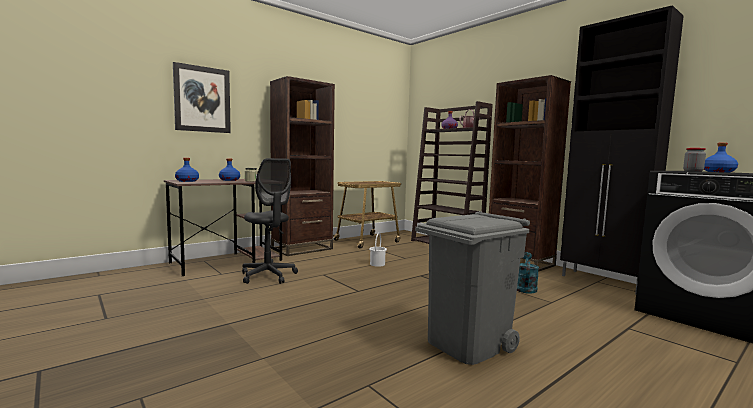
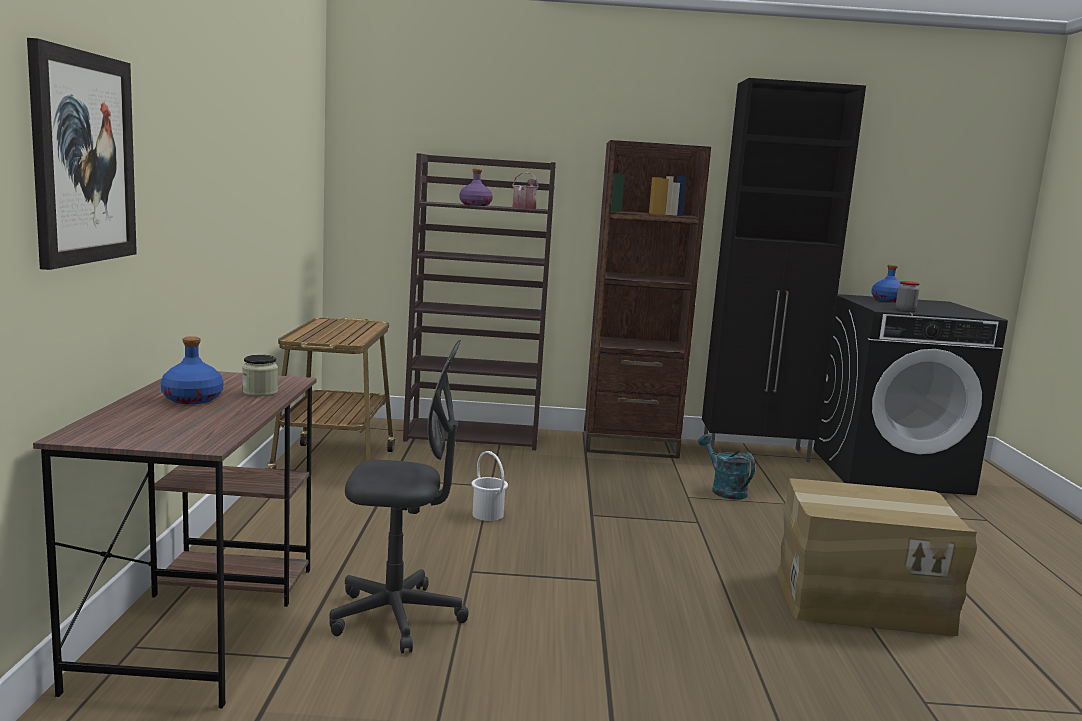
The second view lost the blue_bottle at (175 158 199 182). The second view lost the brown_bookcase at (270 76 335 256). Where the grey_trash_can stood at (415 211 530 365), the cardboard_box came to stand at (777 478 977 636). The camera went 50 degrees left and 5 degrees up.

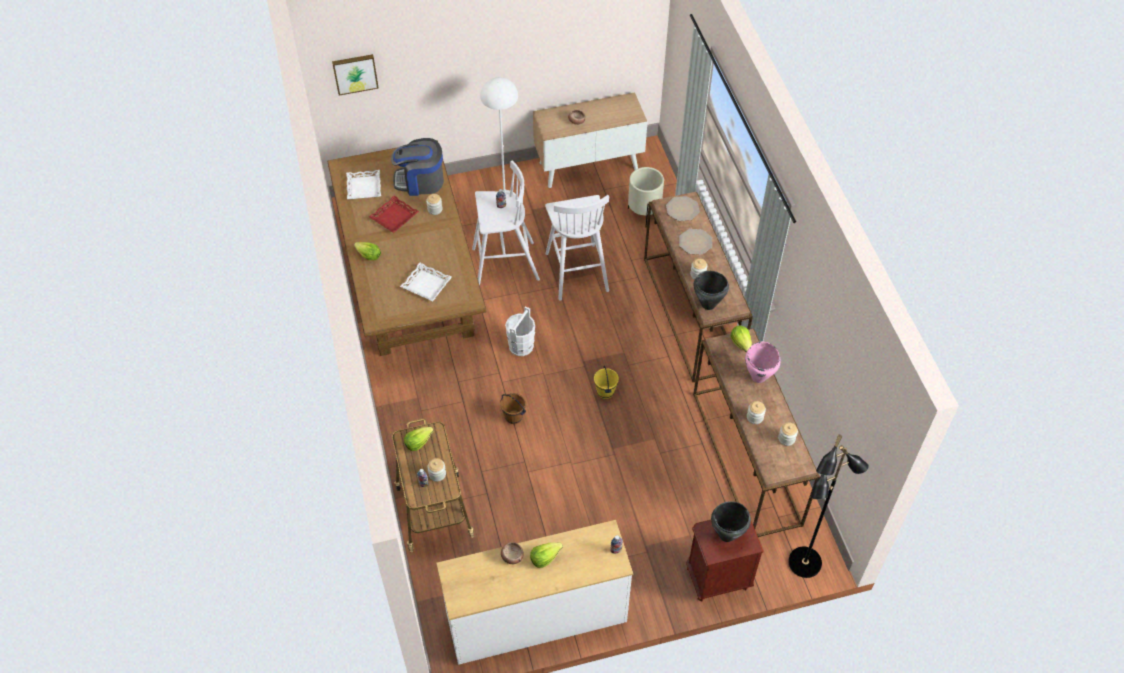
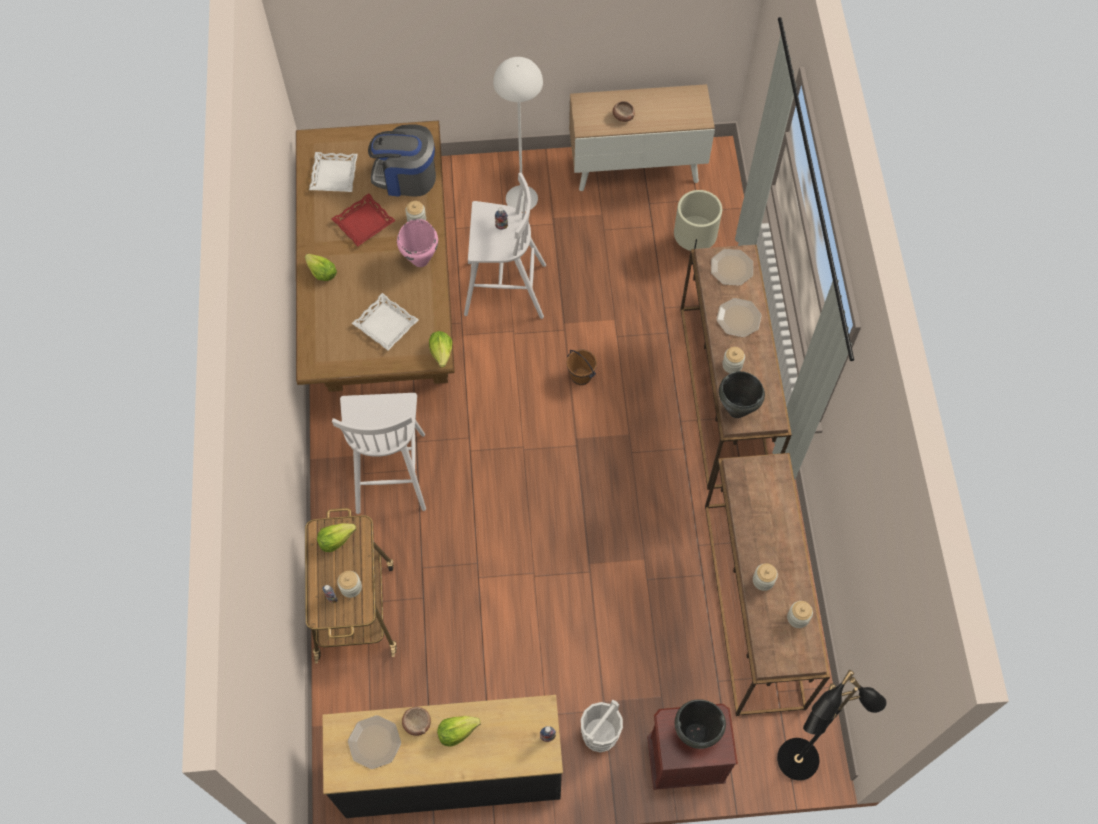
The second view lost the picture at (332 54 379 96). What was the white_dresser at (436 520 633 665) turned into the black_dresser at (323 695 563 818). The brown_bucket ended up elsewhere, having gone from (500 393 526 424) to (567 349 597 385). The white_bucket ended up elsewhere, having gone from (505 306 535 356) to (581 699 623 753). The white_stool ended up elsewhere, having gone from (545 195 609 301) to (332 393 426 514). The second view lost the yellow_bucket at (594 366 619 399). The lettuce ended up elsewhere, having gone from (730 326 752 352) to (429 331 452 368). The pink_cooking_pot ended up elsewhere, having gone from (745 341 781 383) to (397 219 438 267). The second view gained the plate at (348 715 401 769). The camera went 10 degrees right and 10 degrees up.

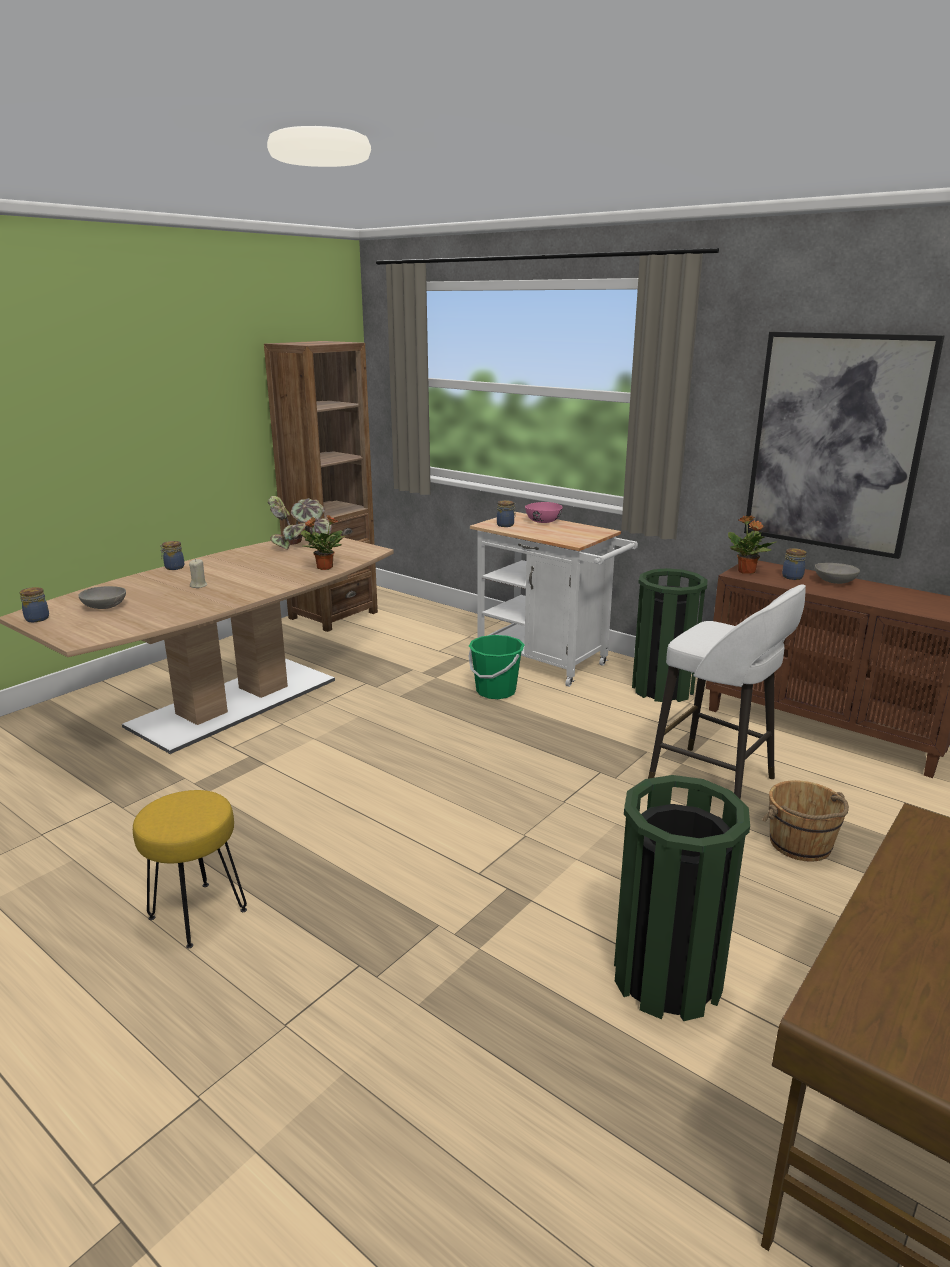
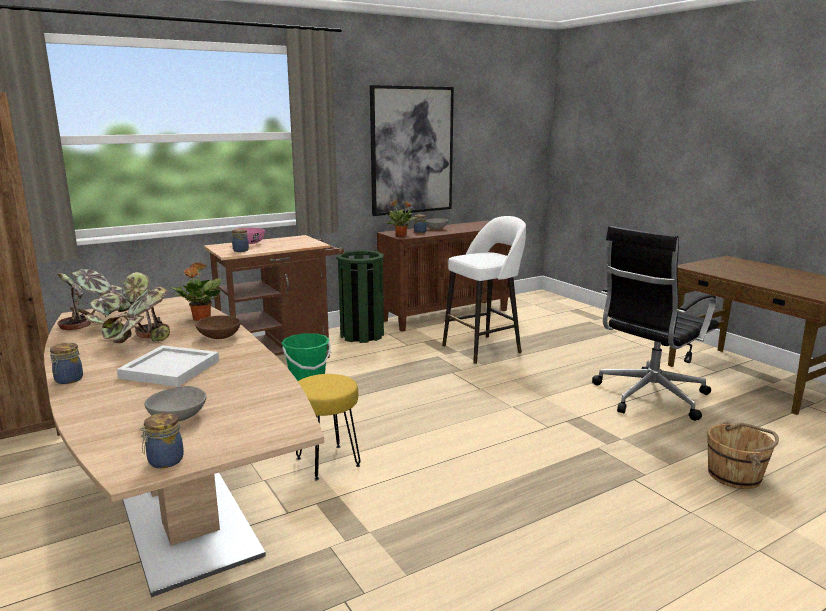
The yellow_stool ended up elsewhere, having gone from (133 790 247 948) to (296 374 360 480). Where the beige_candle stood at (189 559 207 588), the white_tray came to stand at (117 345 219 387). What was the white_cart at (470 512 638 687) turned into the brown_cart at (204 235 344 358). Where the green_trash_can stood at (614 775 750 1021), the black_office_chair came to stand at (592 226 719 421). The brown_bucket ended up elsewhere, having gone from (762 780 849 862) to (707 422 779 489). The second view gained the potted_plant at (101 272 170 343). The second view gained the brown_bowl at (195 316 241 339). The camera went 70 degrees left and 5 degrees down.

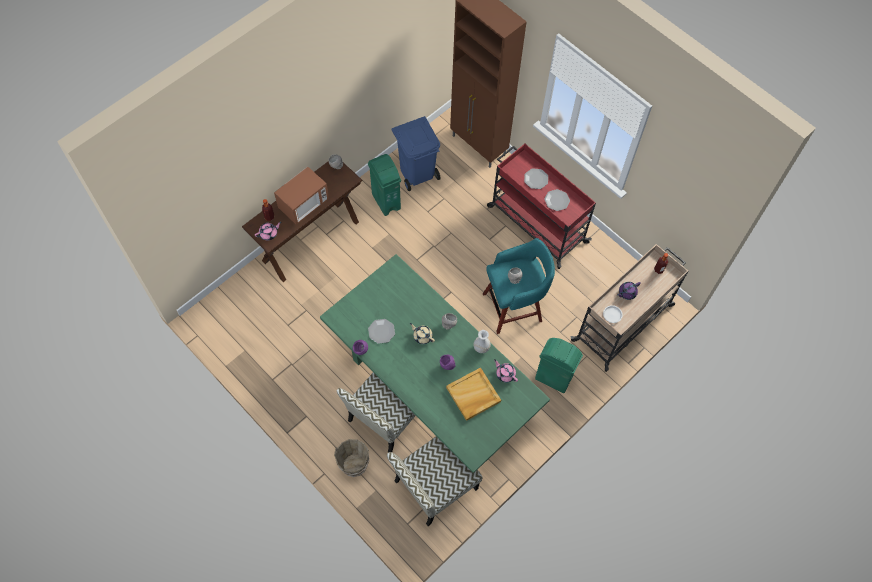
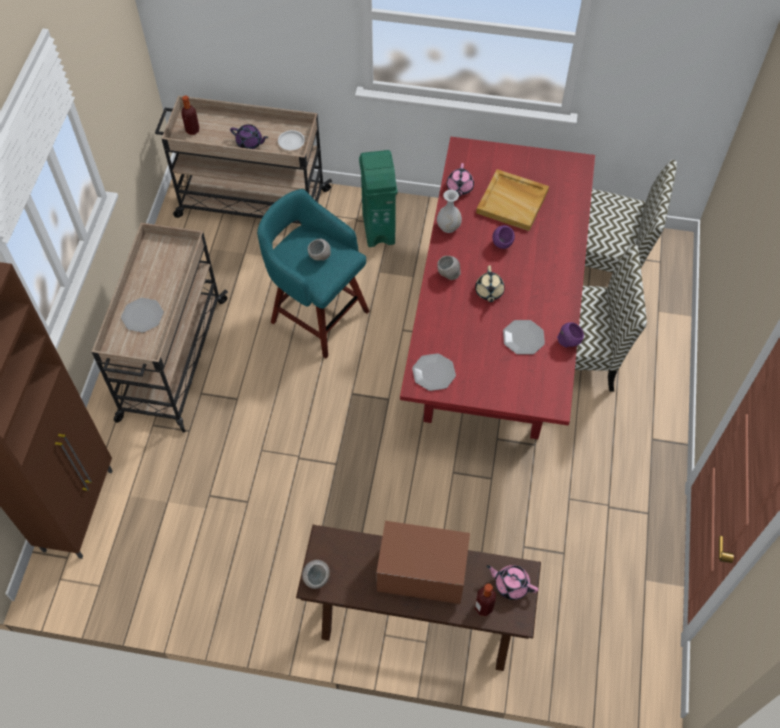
What was the green_dining_table at (320 254 550 473) turned into the red_dining_table at (400 137 595 439). The second view lost the brown_bucket at (334 439 369 477). The second view lost the green_trash_can at (368 154 401 216). The second view lost the blue_trash_can at (392 116 441 191). What was the red_cart at (487 144 596 269) turned into the beige_cart at (92 223 228 432). The plate ended up elsewhere, having gone from (544 189 570 211) to (412 353 456 391). The camera went 125 degrees left and 5 degrees down.

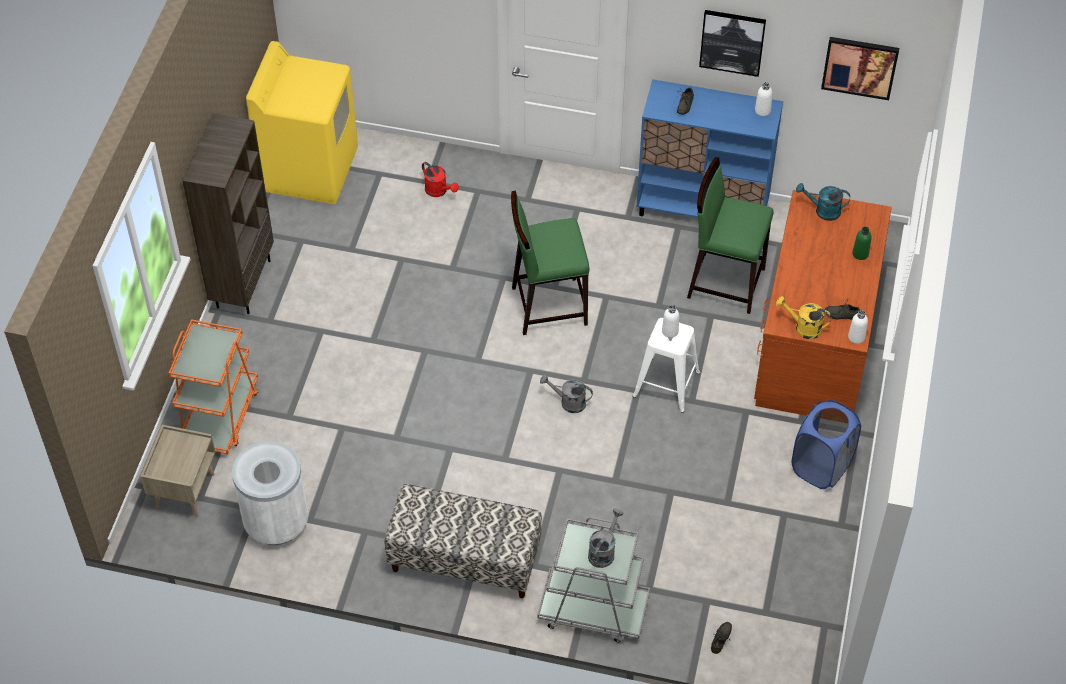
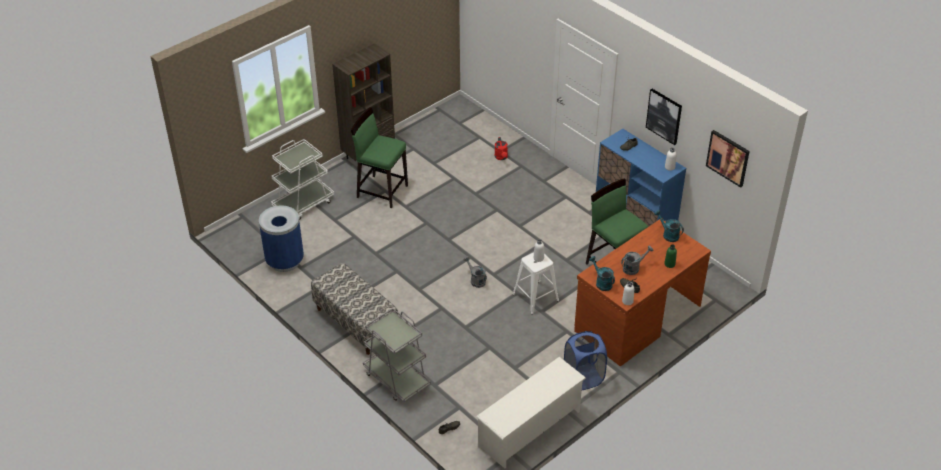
The second view lost the beige_nightstand at (140 425 215 517). What was the orange_cart at (169 319 258 454) turned into the white_cart at (271 139 334 220). What was the white_trash_can at (232 441 309 545) turned into the blue_trash_can at (259 205 304 272). The second view lost the yellow_washing_machine at (246 41 358 204). The green_stool ended up elsewhere, having gone from (511 191 590 335) to (351 107 408 208). The grey_watering_can ended up elsewhere, having gone from (588 508 624 568) to (621 246 654 275). What was the yellow_watering_can at (776 296 831 339) turned into the turquoise_watering_can at (589 256 615 291). The second view gained the white_shoe_rack at (476 357 586 469). The camera went 35 degrees right and 10 degrees down.

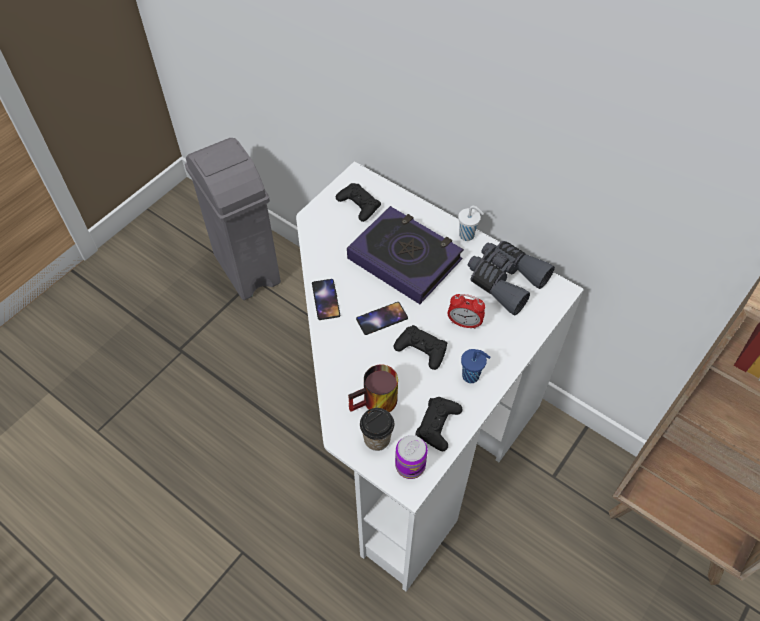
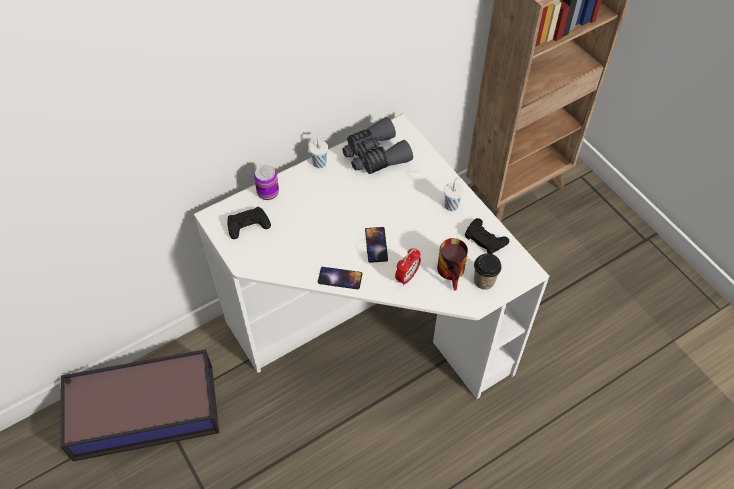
Where the grey_trash_can stood at (185 138 281 300), the storage_box came to stand at (60 349 219 461). The second view lost the book at (347 206 464 304). The second view lost the black_game_controller at (393 325 447 370). The can ended up elsewhere, having gone from (395 435 428 479) to (254 165 279 200). The alarm_clock ended up elsewhere, having gone from (448 294 485 329) to (395 248 421 286). What was the blue_cup at (461 349 490 383) turned into the white_cup at (444 177 464 211). The camera went 70 degrees left and 0 degrees up.

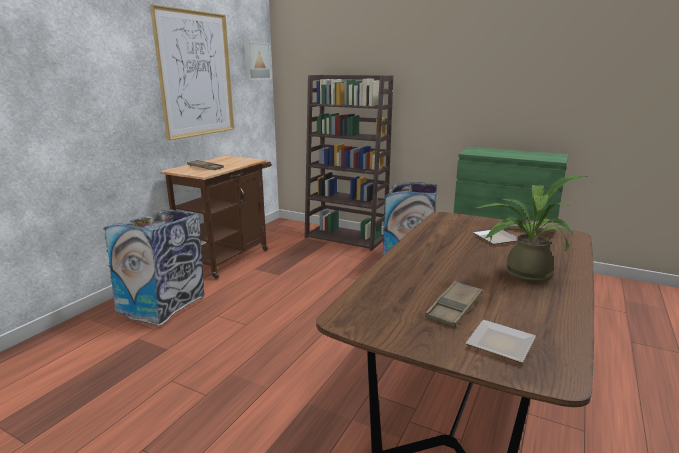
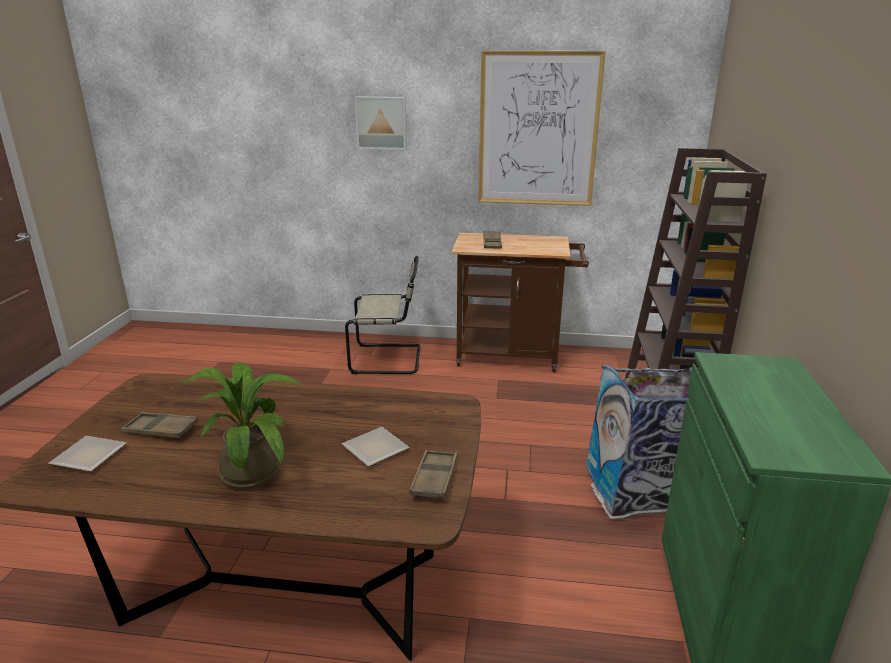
Where the trash_can stood at (104 209 204 326), the beige_chair came to stand at (345 256 420 374). The picture ended up elsewhere, having gone from (244 42 271 80) to (355 97 407 150). The camera went 70 degrees right and 5 degrees up.

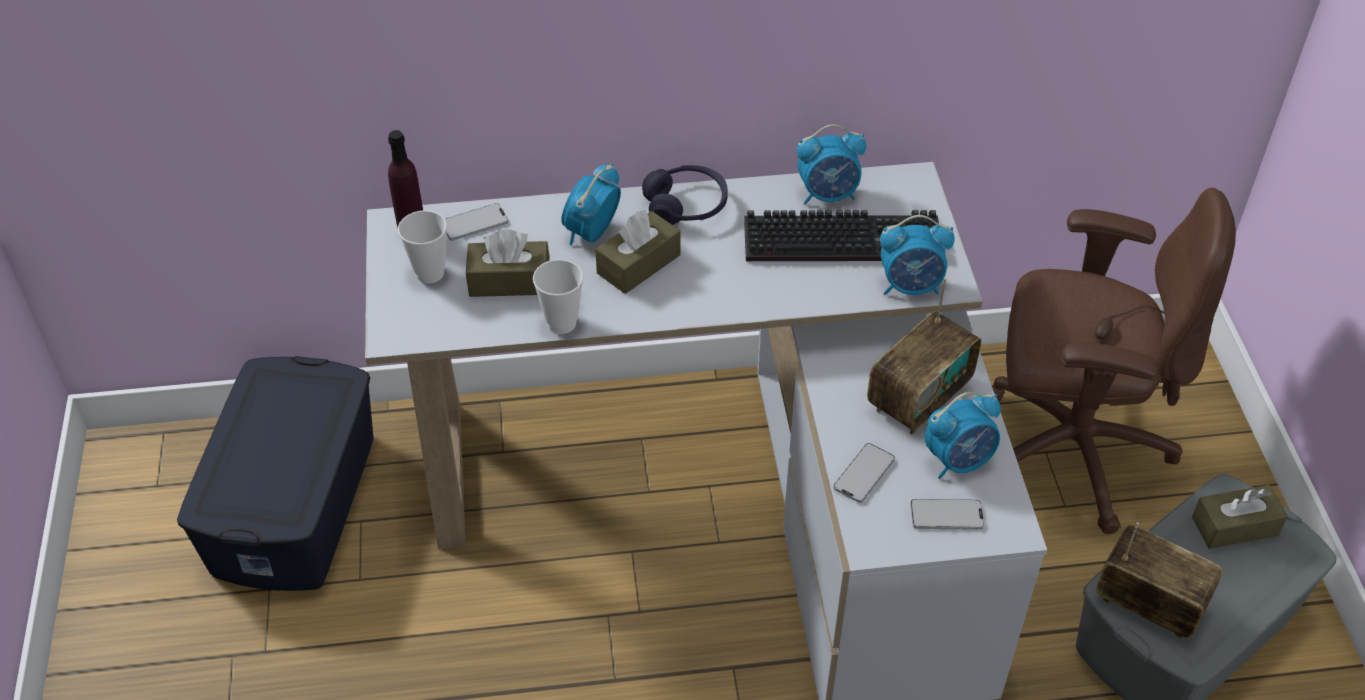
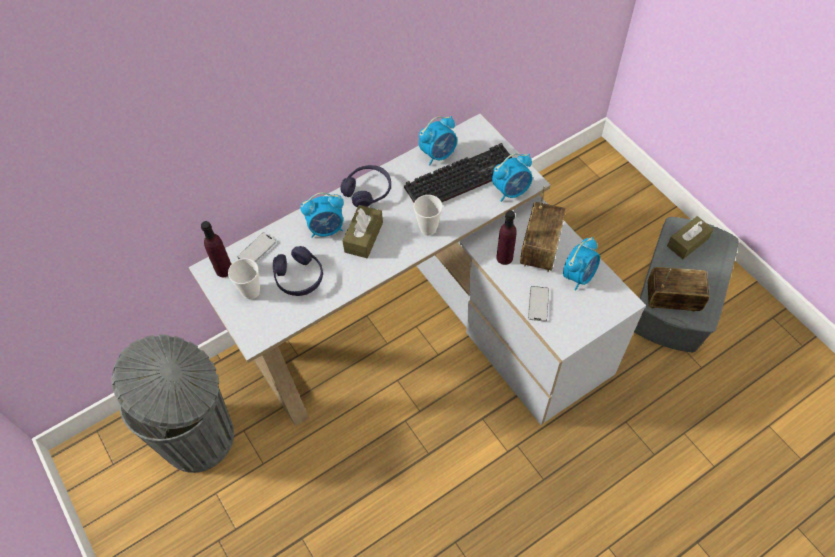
Where the blue_storage_box stood at (177 356 373 591), the grey_trash_can came to stand at (111 335 234 473). Where the brown_tissue_box stood at (466 229 550 297), the purple_headphones came to stand at (273 246 323 296). The cup ended up elsewhere, having gone from (533 259 583 334) to (414 195 443 236). The alarm_clock at (561 163 621 245) ended up facing another way, 105 degrees counterclockwise from before. The second view lost the phone at (910 499 984 530). The second view lost the brown_office_chair at (992 188 1236 534). The second view gained the purple_bottle at (496 210 517 265). The camera went 25 degrees left and 10 degrees up.

